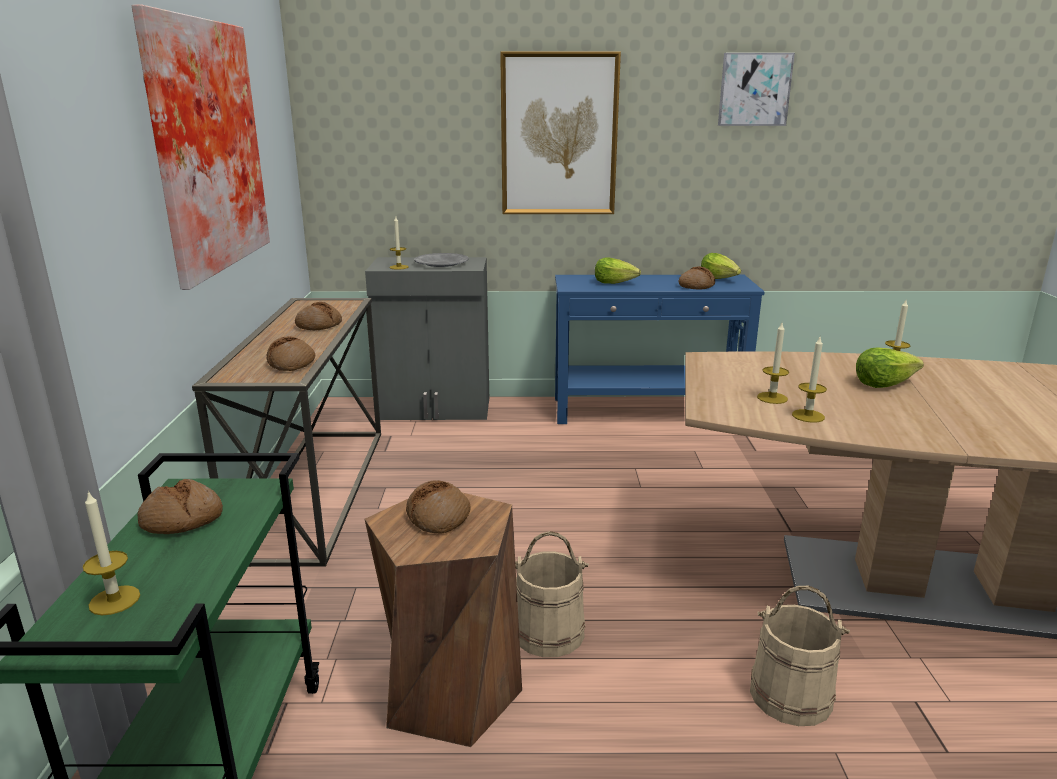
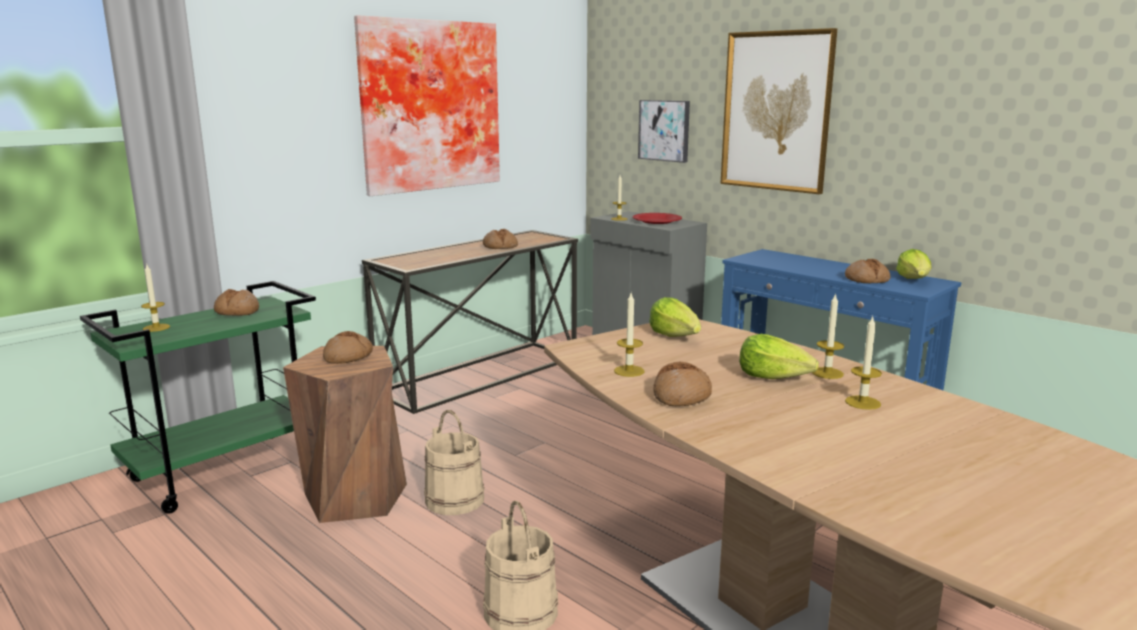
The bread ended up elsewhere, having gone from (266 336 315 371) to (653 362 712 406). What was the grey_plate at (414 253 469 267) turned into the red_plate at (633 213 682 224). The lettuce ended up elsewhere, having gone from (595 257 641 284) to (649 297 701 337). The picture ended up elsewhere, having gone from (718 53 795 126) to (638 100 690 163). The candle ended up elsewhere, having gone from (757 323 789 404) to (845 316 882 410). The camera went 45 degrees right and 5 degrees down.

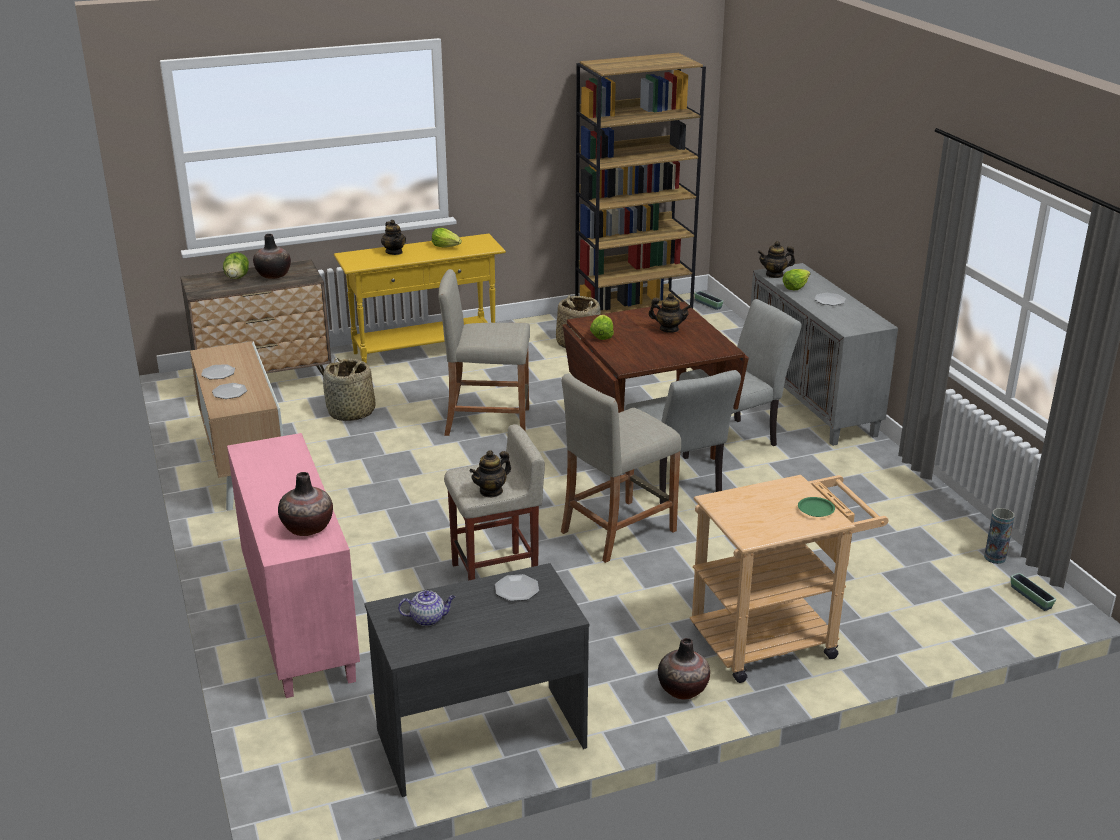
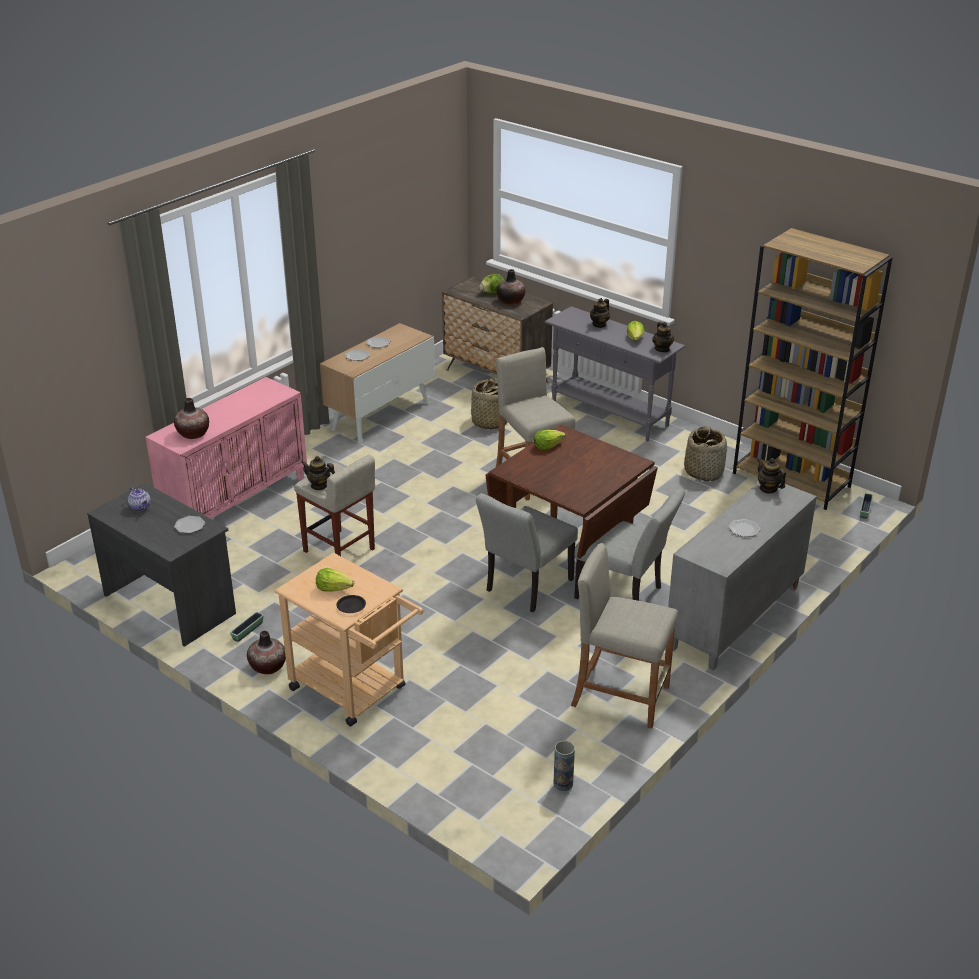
What was the yellow_console_table at (334 234 506 364) turned into the grey_console_table at (545 306 685 441). The beige_stool ended up elsewhere, having gone from (561 373 681 563) to (571 543 678 729). The teapot ended up elsewhere, having gone from (649 293 691 333) to (652 322 674 352). The lettuce ended up elsewhere, having gone from (782 269 810 290) to (316 568 354 592). What was the green_plate at (798 497 835 517) turned into the black_plate at (336 595 366 613). The planter ended up elsewhere, having gone from (1011 573 1056 611) to (230 612 264 642). The camera went 60 degrees right and 5 degrees up.

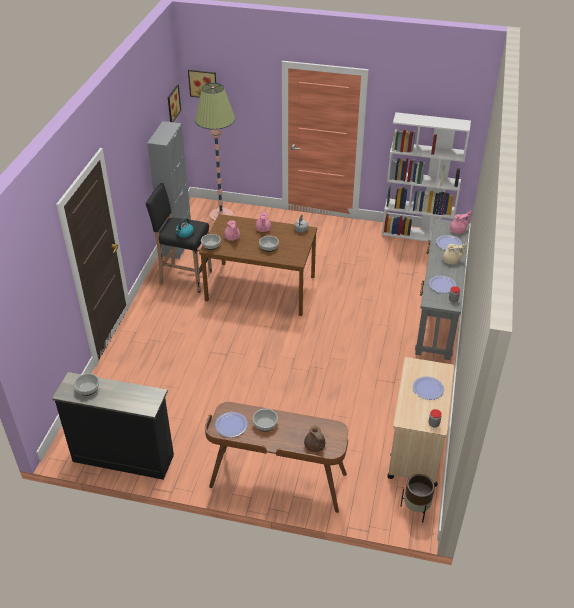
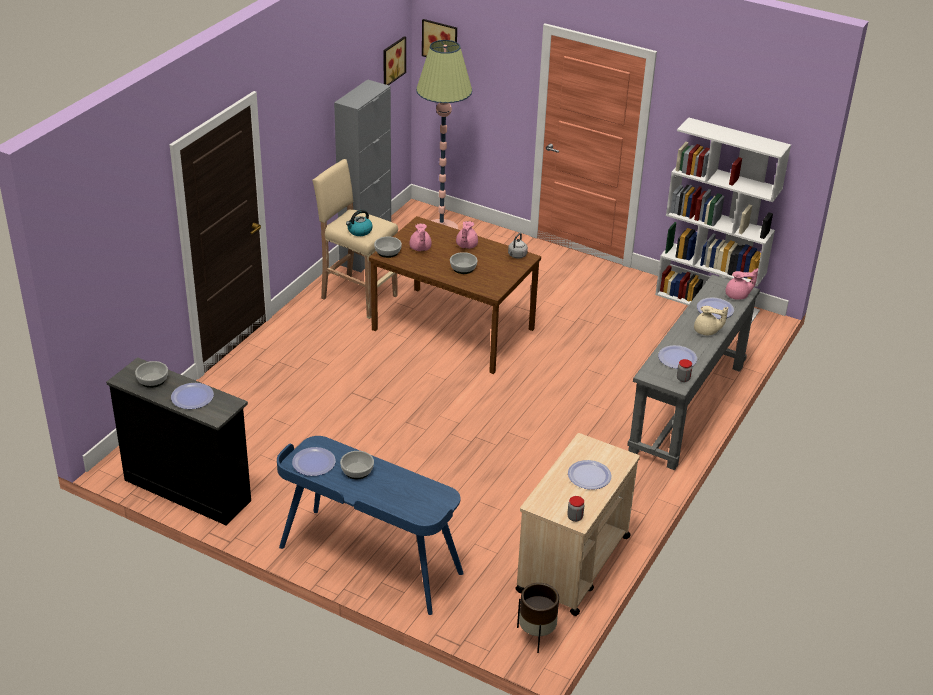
What was the black_stool at (145 183 212 293) turned into the beige_stool at (312 159 398 319). What was the brown_desk at (205 402 348 513) turned into the blue_desk at (277 436 464 615). The second view lost the brown_teapot at (304 426 325 452). The second view gained the plate at (171 383 214 409). The camera went 15 degrees right and 5 degrees down.

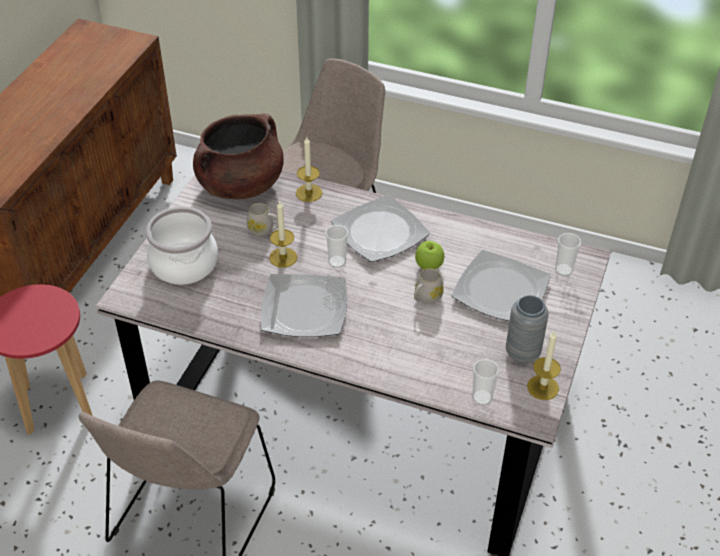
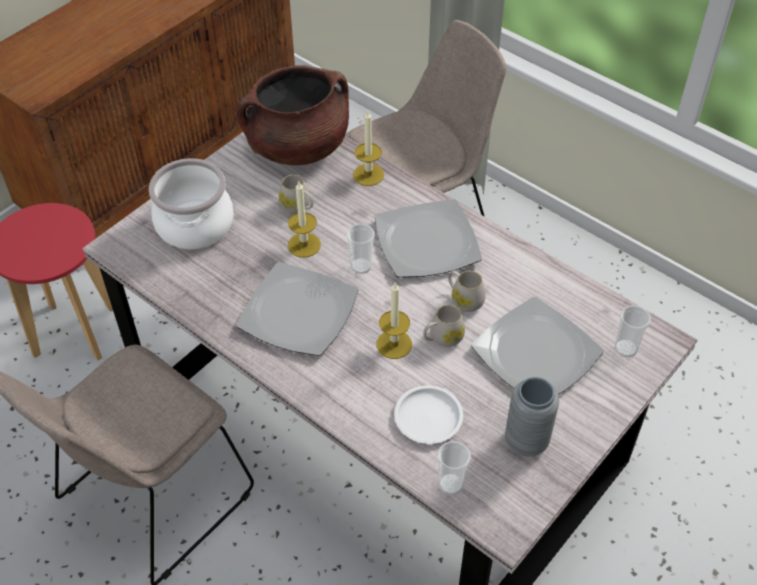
Where the apple stood at (415 241 444 270), the white_mug came to stand at (448 271 486 312). The candle ended up elsewhere, having gone from (527 332 561 400) to (376 283 412 359). The second view gained the white_plate at (394 385 463 444). The camera went 20 degrees right and 5 degrees up.

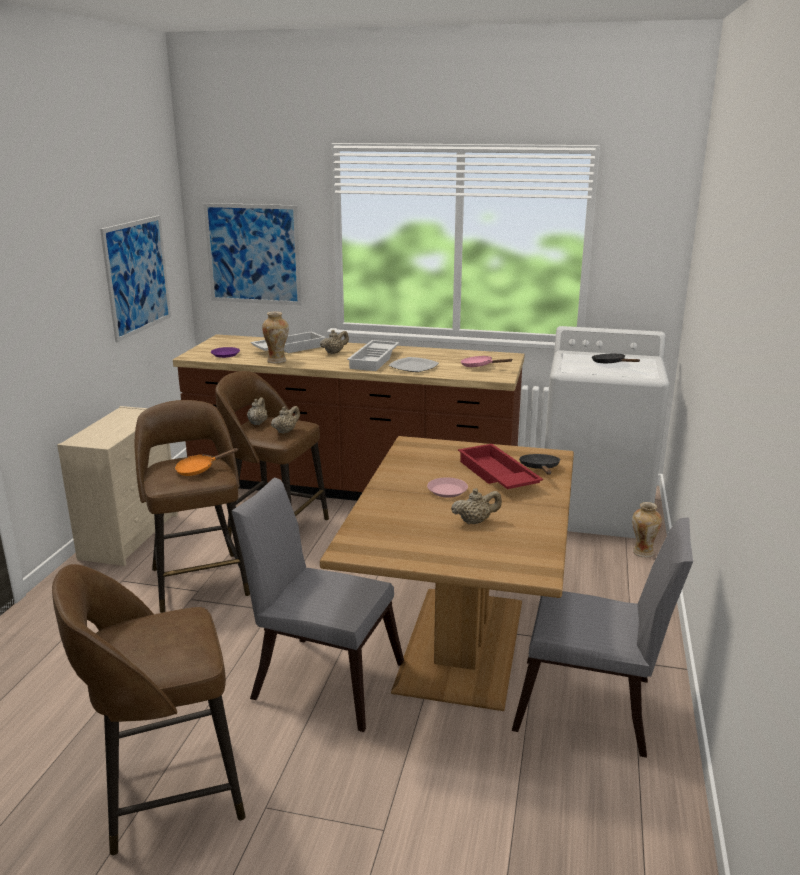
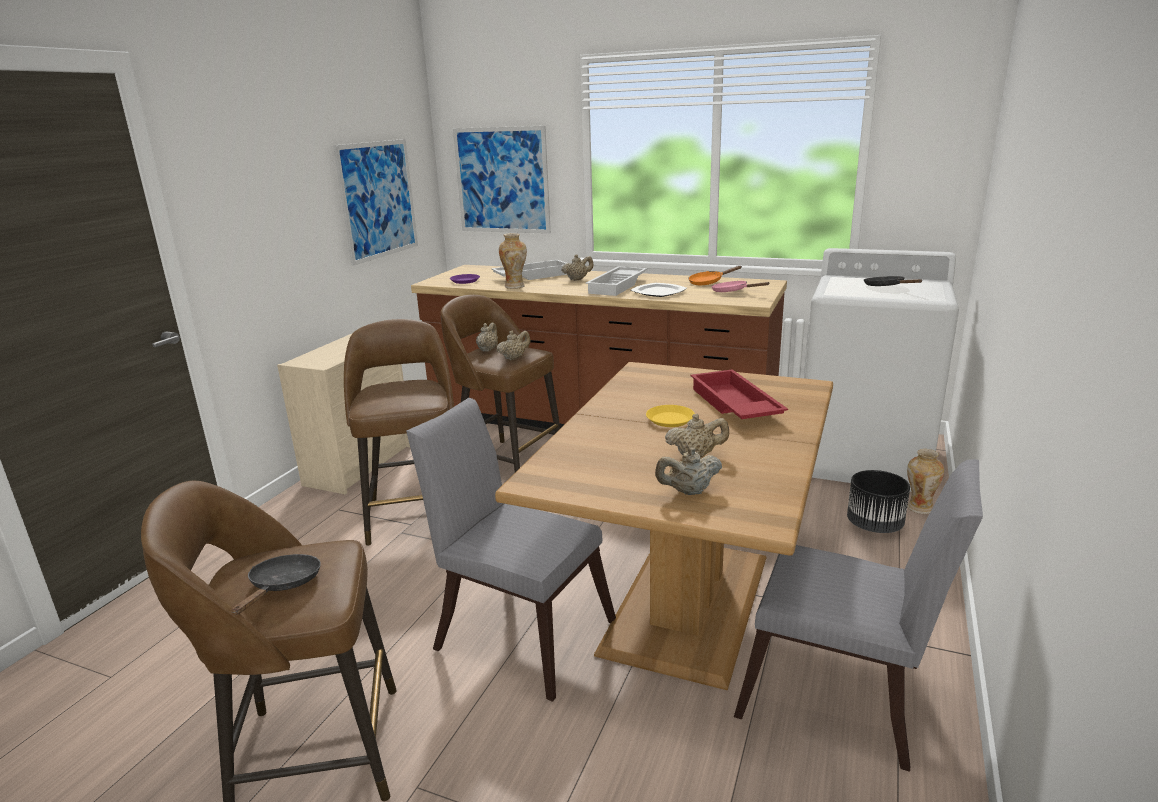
The orange_frying_pan ended up elsewhere, having gone from (175 448 239 476) to (688 266 742 285). What was the pink_plate at (427 477 468 498) turned into the yellow_plate at (646 405 695 427). The black_frying_pan ended up elsewhere, having gone from (519 454 560 475) to (232 554 321 615). The second view gained the beige_teapot at (655 447 722 495). The second view gained the black_planter at (847 470 910 533). The camera went 10 degrees right and 0 degrees up.

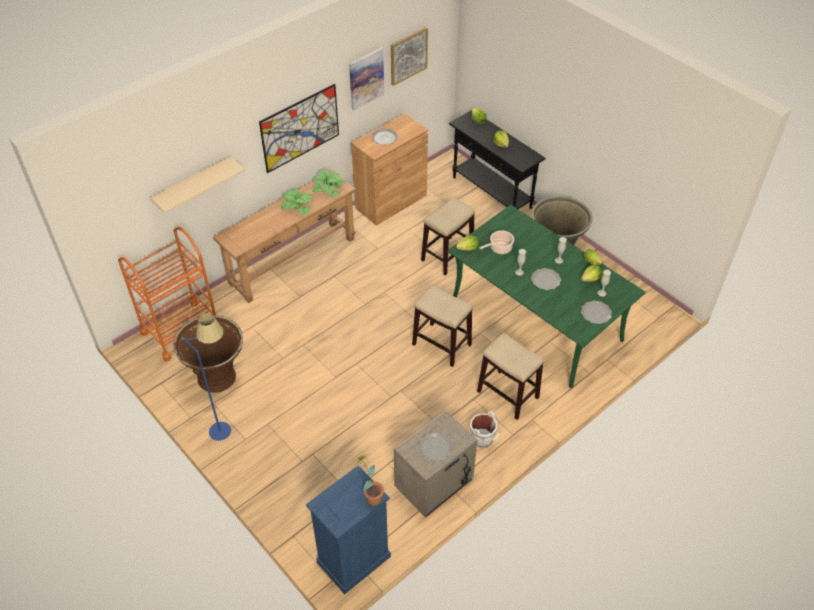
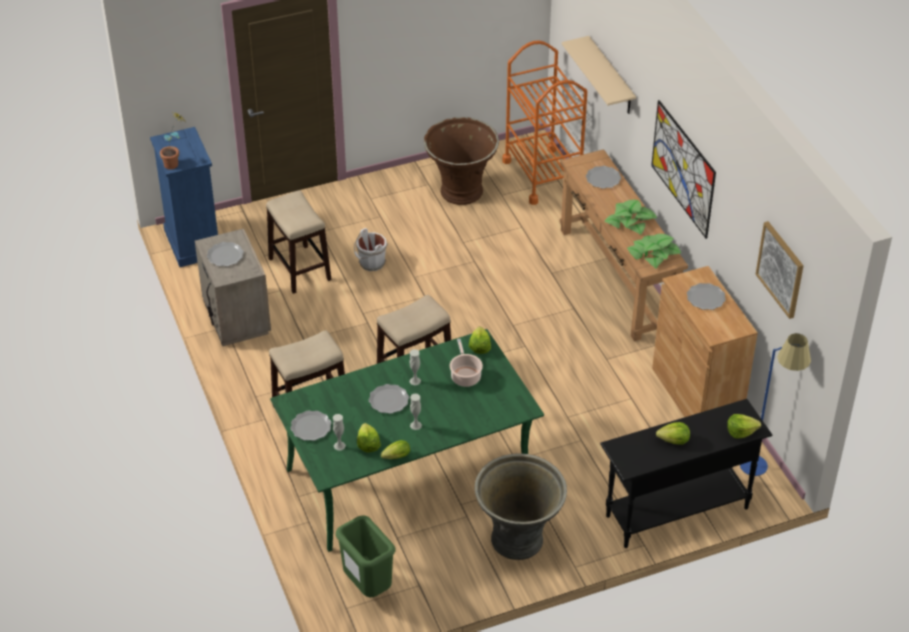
The blue_floor_lamp ended up elsewhere, having gone from (184 313 231 441) to (740 333 811 476). The second view lost the picture at (349 48 384 110). The stool ended up elsewhere, having gone from (421 197 475 276) to (266 190 332 294). The white_bucket ended up elsewhere, having gone from (470 411 500 448) to (354 228 388 271). The second view gained the green_trash_can at (336 515 395 597). The second view gained the plate at (586 166 621 189). The camera went 110 degrees right and 5 degrees down.

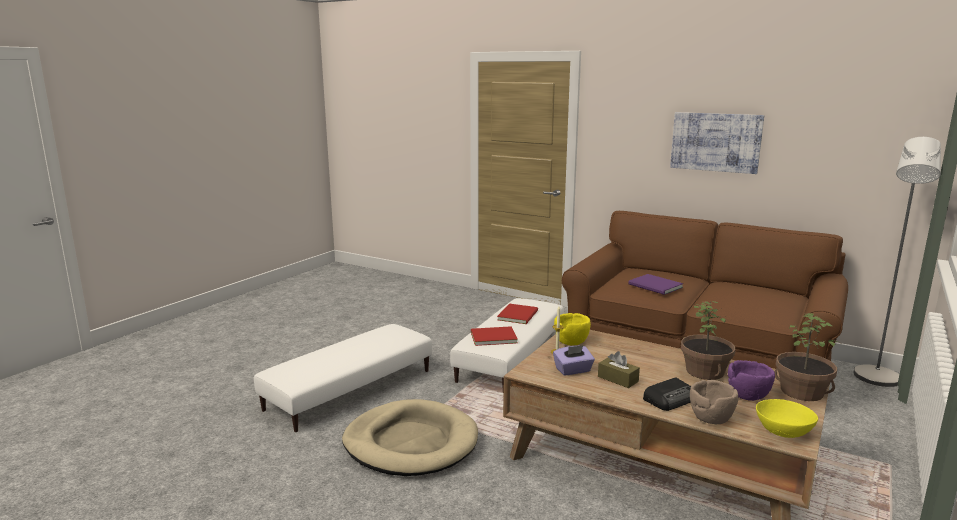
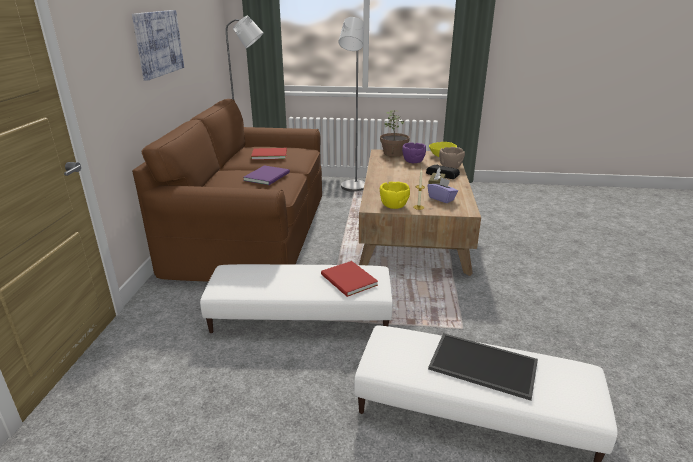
The second view lost the beige_dog_bed at (342 399 478 476). The red_book ended up elsewhere, having gone from (497 303 538 324) to (251 148 287 160). The second view lost the potted_plant at (681 301 736 380). The second view gained the grey_floor_lamp at (338 17 365 192). The second view gained the tray at (428 333 538 401). The camera went 115 degrees left and 10 degrees up.

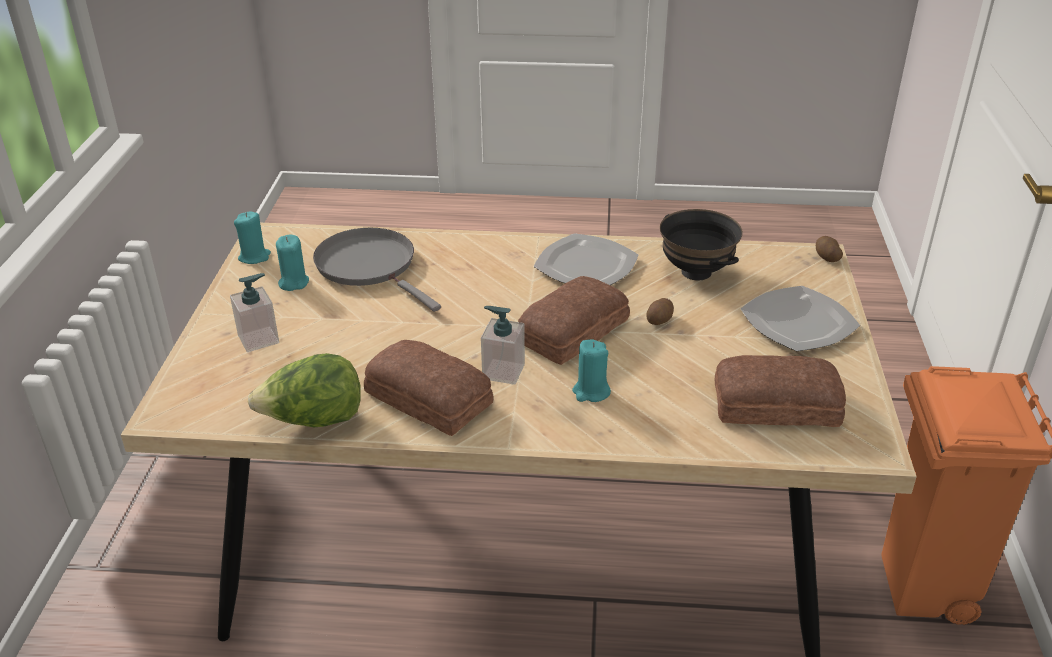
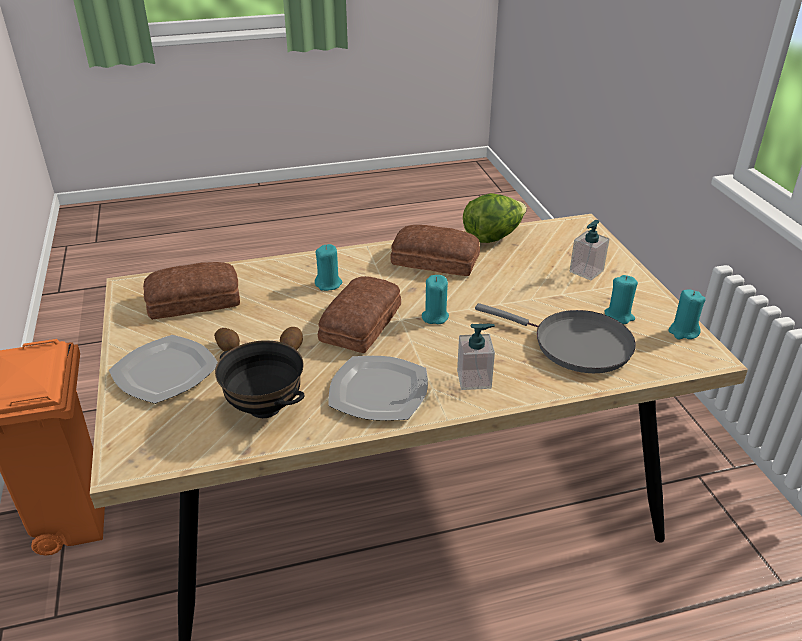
The soap_dispenser ended up elsewhere, having gone from (481 306 525 385) to (457 324 495 390). The potato ended up elsewhere, having gone from (816 236 843 262) to (214 328 240 352). The second view gained the turquoise_candle at (422 275 449 324). The camera went 160 degrees right and 0 degrees up.

